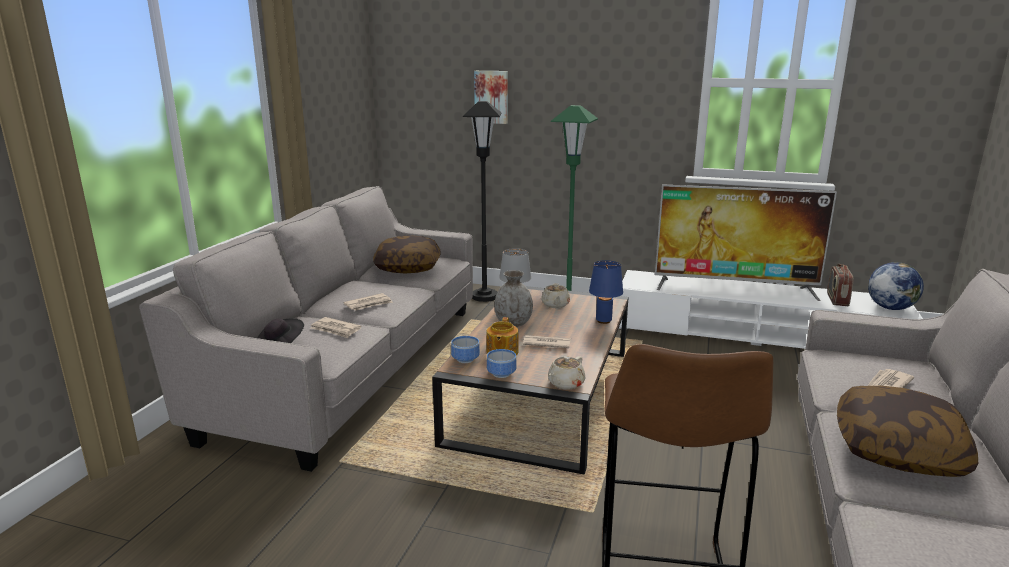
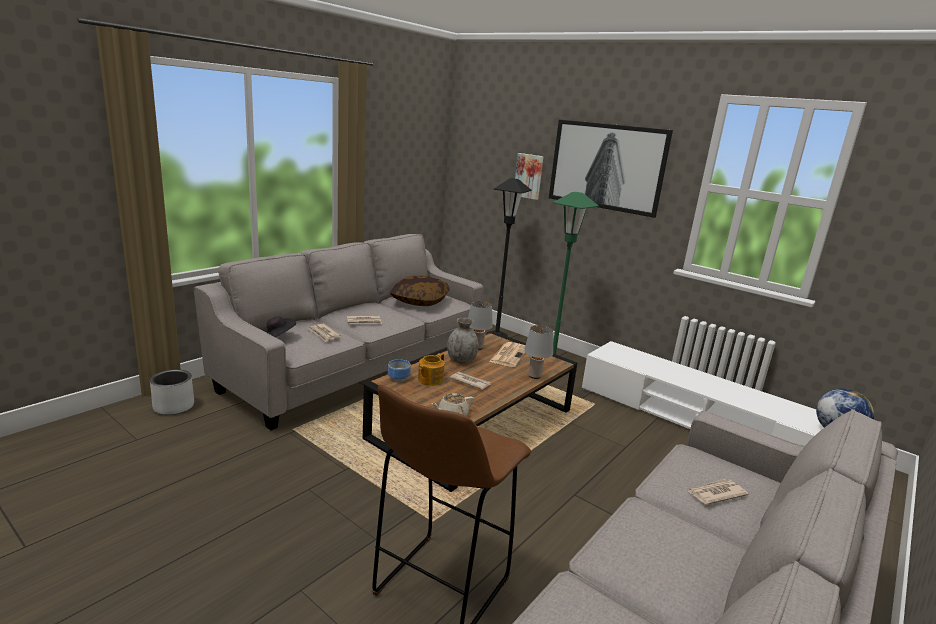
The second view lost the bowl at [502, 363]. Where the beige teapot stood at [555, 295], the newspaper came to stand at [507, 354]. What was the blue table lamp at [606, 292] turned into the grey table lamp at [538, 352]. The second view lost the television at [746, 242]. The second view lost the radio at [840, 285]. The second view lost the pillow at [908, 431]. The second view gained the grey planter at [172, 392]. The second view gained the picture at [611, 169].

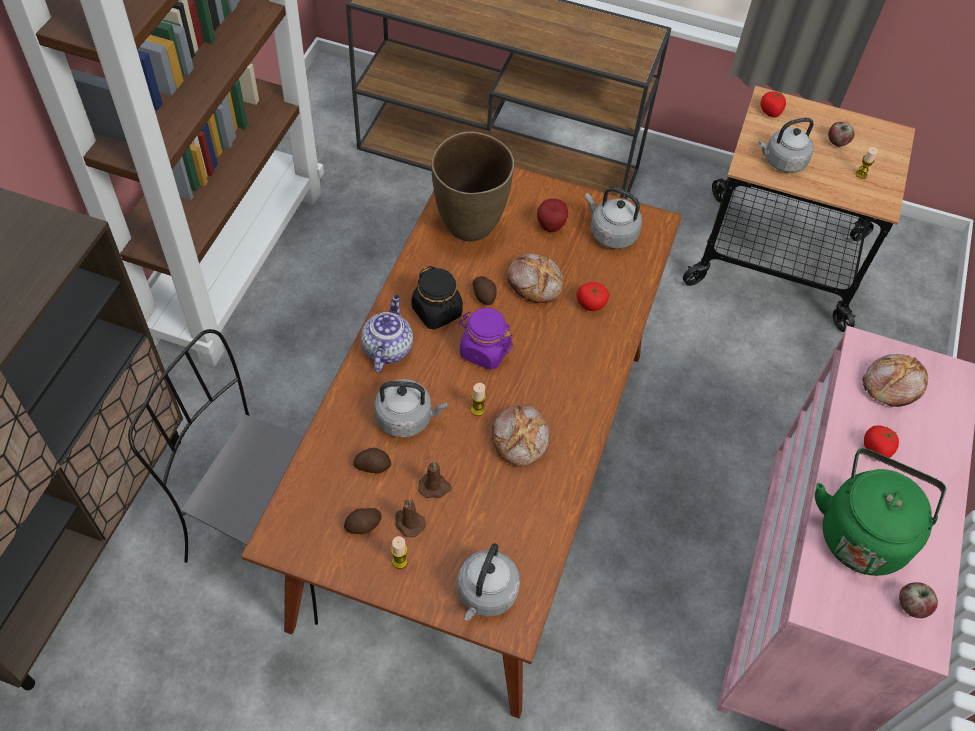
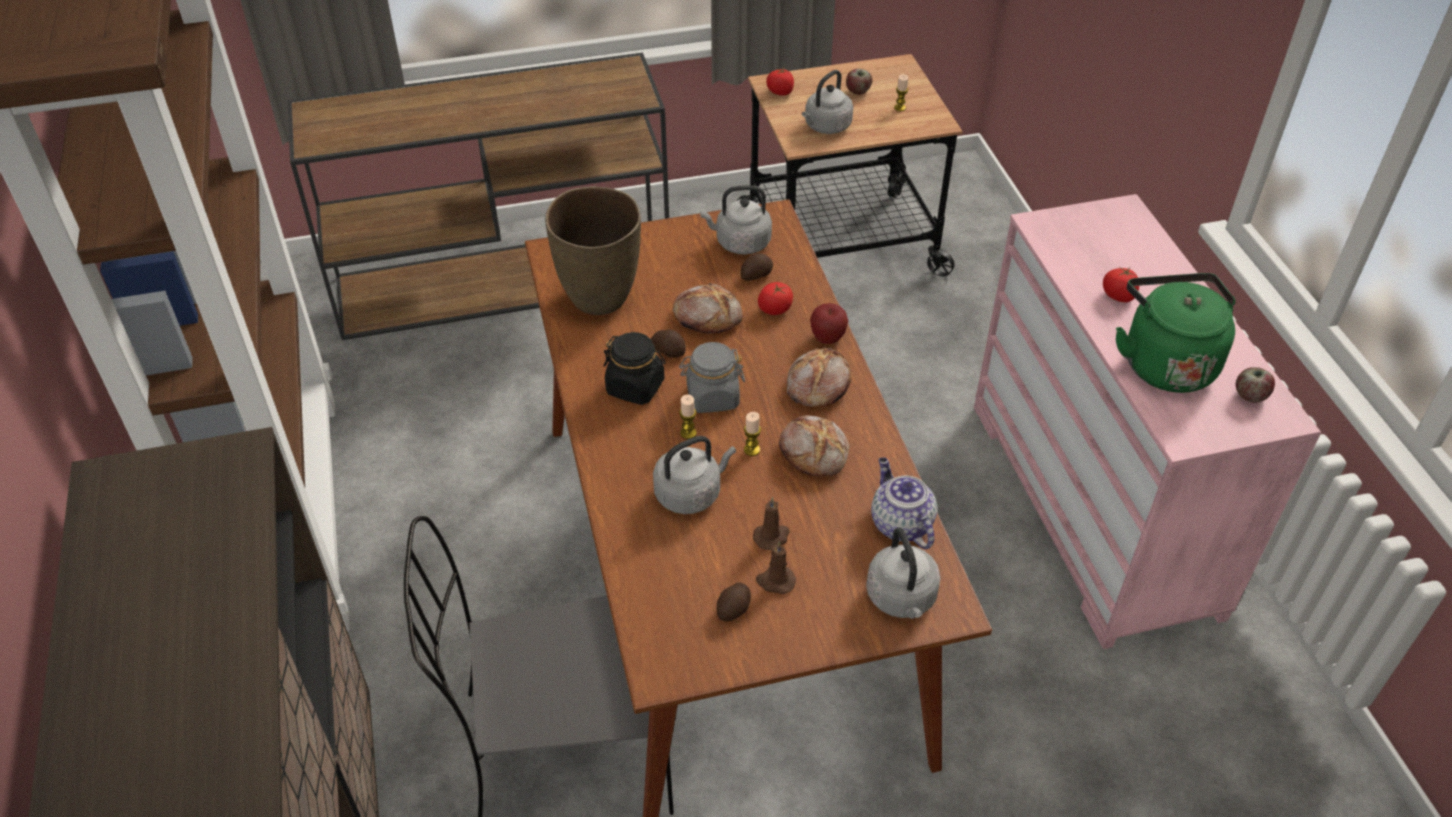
The potato ended up elsewhere, having gone from [372, 460] to [756, 267]. The teapot ended up elsewhere, having gone from [387, 334] to [904, 503]. The candle ended up elsewhere, having gone from [399, 552] to [688, 416]. What was the purple jar at [486, 339] turned into the grey jar at [712, 377]. The apple ended up elsewhere, having gone from [552, 215] to [829, 323]. The bread ended up elsewhere, having gone from [895, 380] to [819, 377].

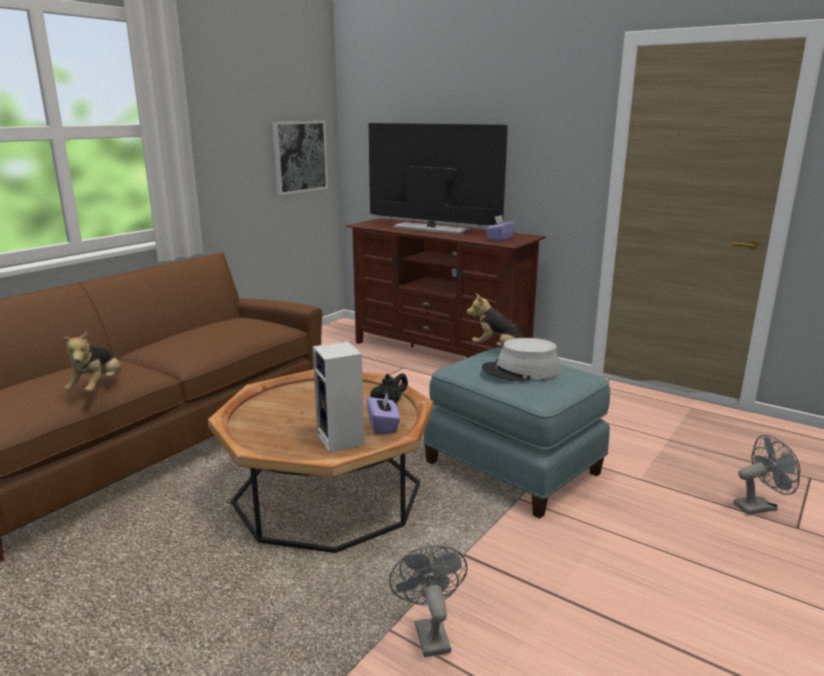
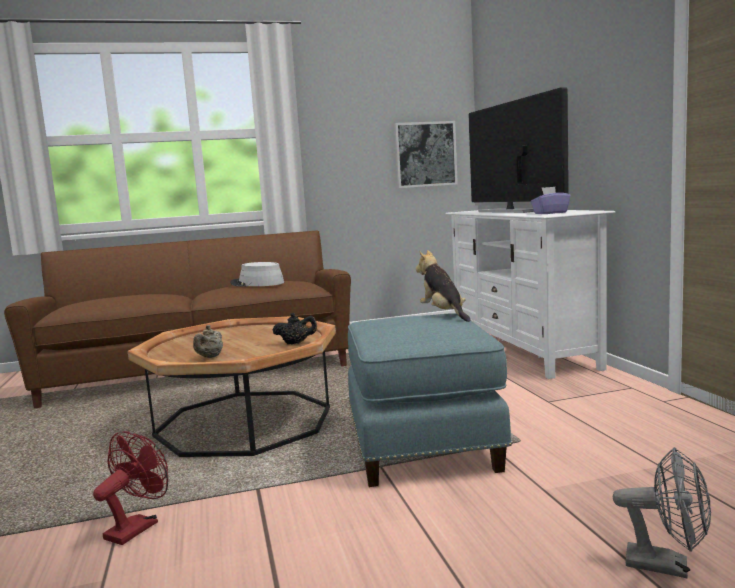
The second view lost the plush toy at [91, 362]. Where the speaker stood at [338, 397], the beige teapot came to stand at [208, 341]. What was the brown tv stand at [446, 288] turned into the white tv stand at [530, 294]. The second view lost the purple tissue box at [383, 413]. What was the grey fan at [428, 601] turned into the red fan at [130, 488]. The grey hat ended up elsewhere, having gone from [521, 359] to [257, 274].

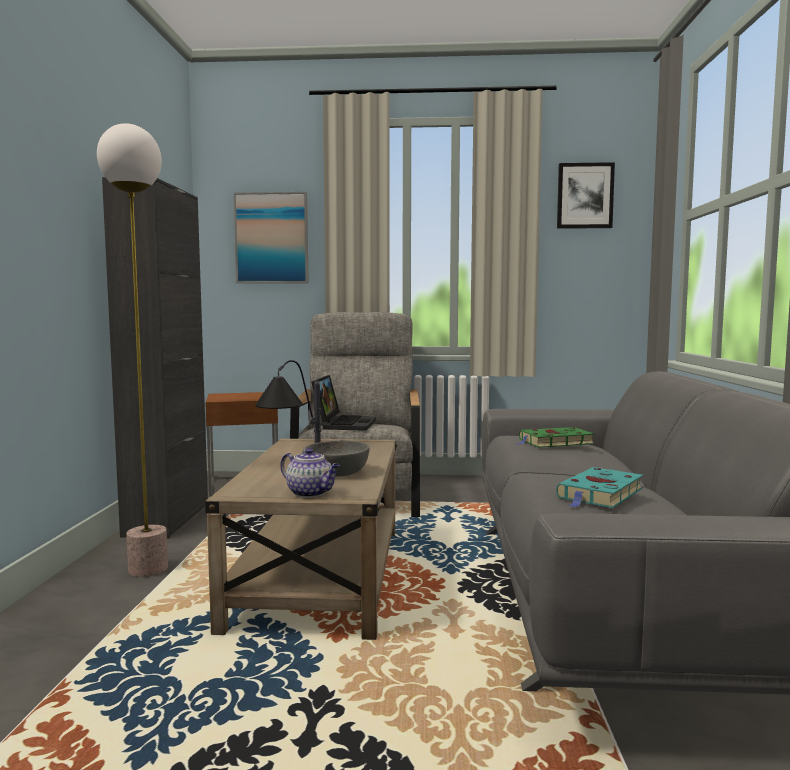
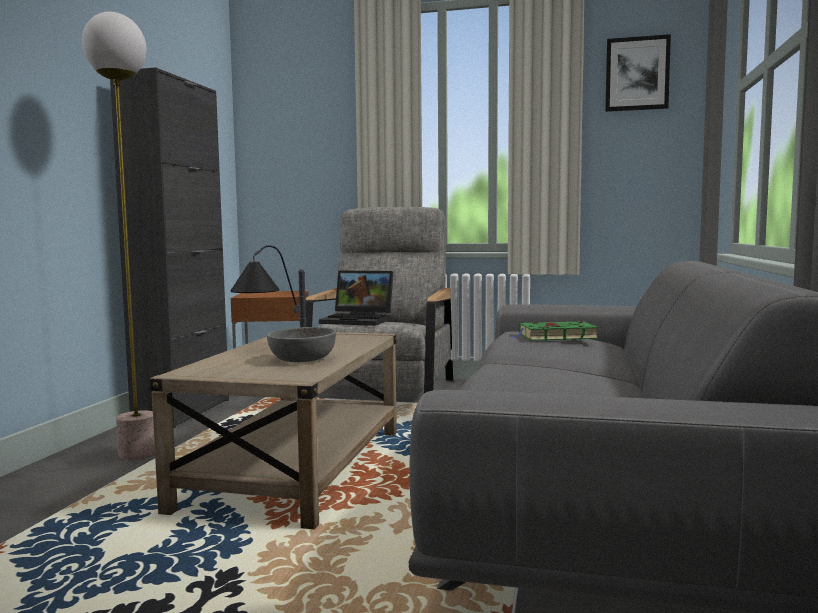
The second view lost the picture at [271, 237]. The second view lost the teapot at [310, 473]. The laptop at [343, 403] ended up facing another way, 90 degrees clockwise from before. The second view lost the turquoise book at [599, 487].

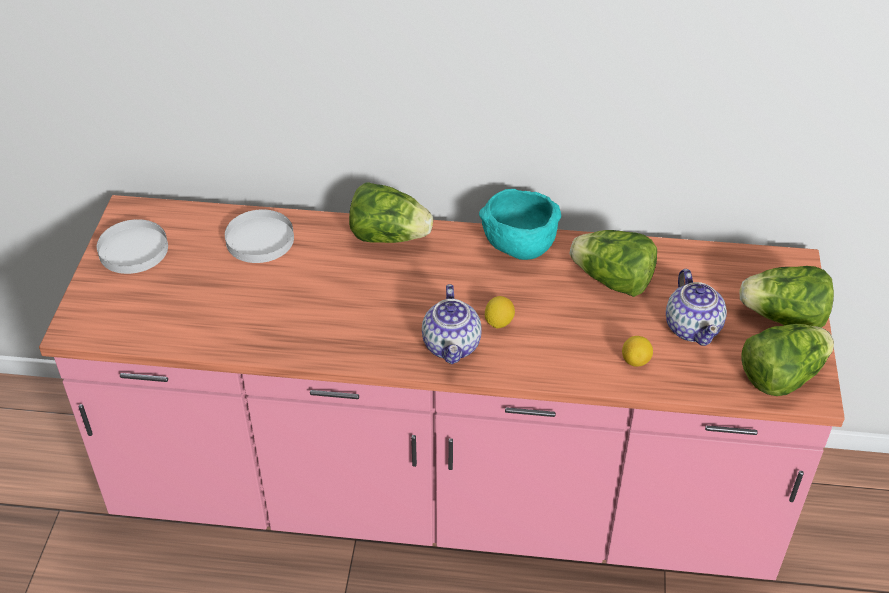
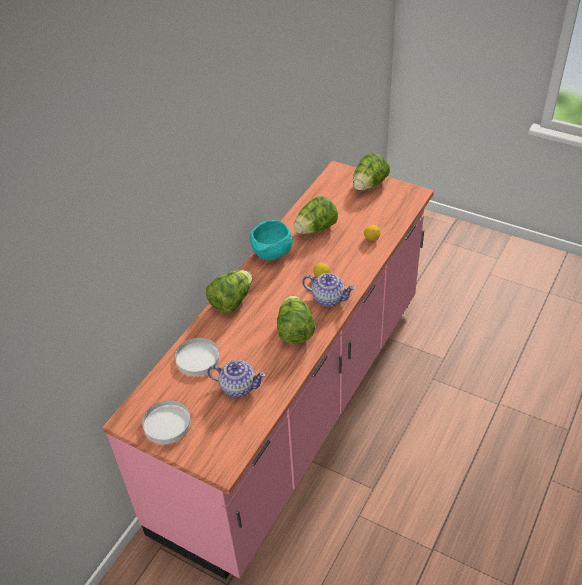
The teapot ended up elsewhere, having gone from [696, 307] to [236, 378]. The lettuce ended up elsewhere, having gone from [787, 360] to [296, 320].

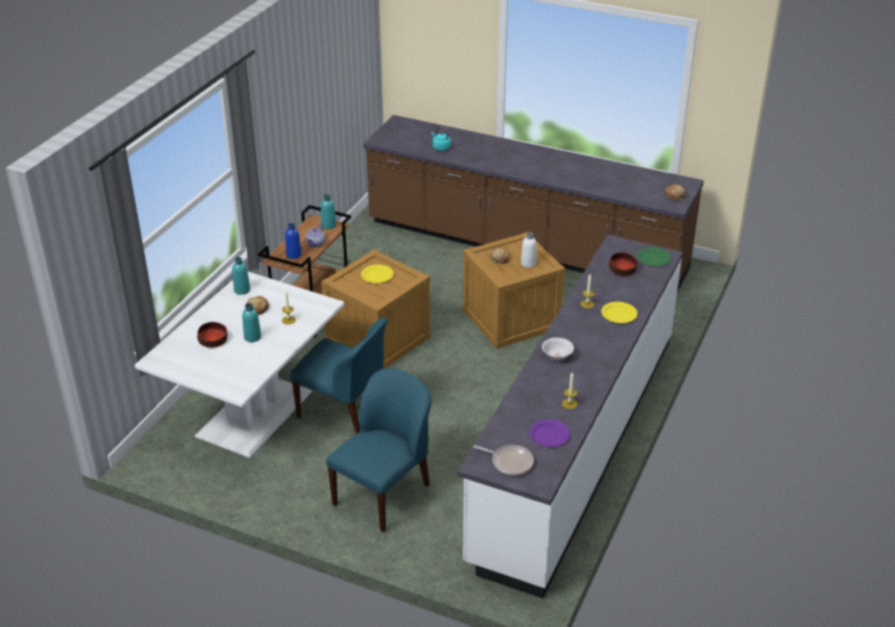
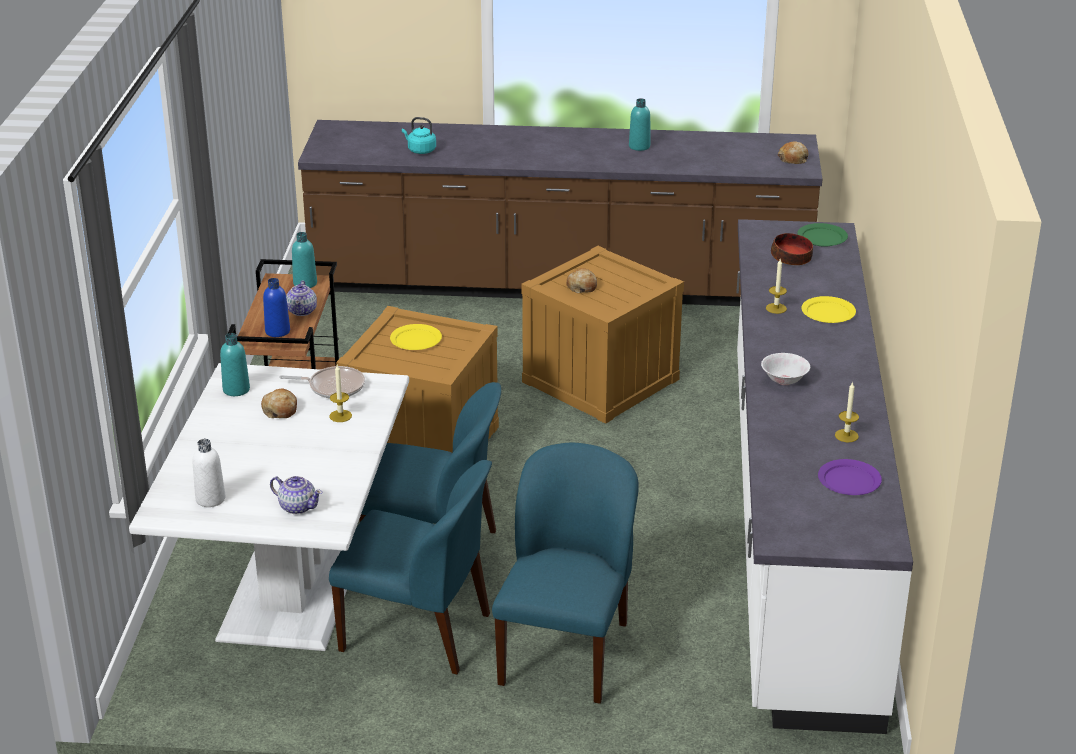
The second view lost the bowl at [212, 335]. The turquoise bottle ended up elsewhere, having gone from [251, 322] to [639, 124]. The frying pan ended up elsewhere, having gone from [503, 460] to [322, 382]. The white bottle ended up elsewhere, having gone from [528, 250] to [209, 473]. The second view gained the teapot at [296, 495]. The second view gained the blue chair at [410, 567].

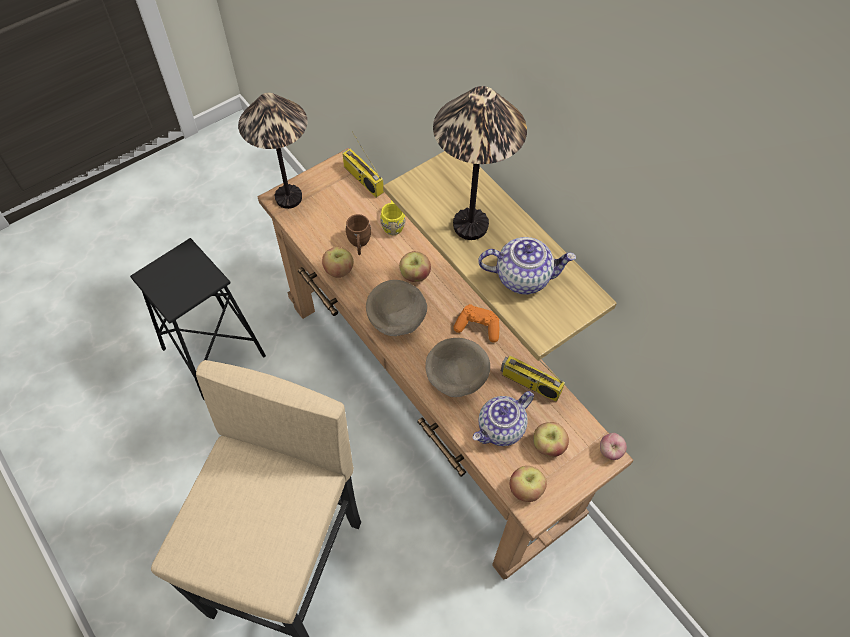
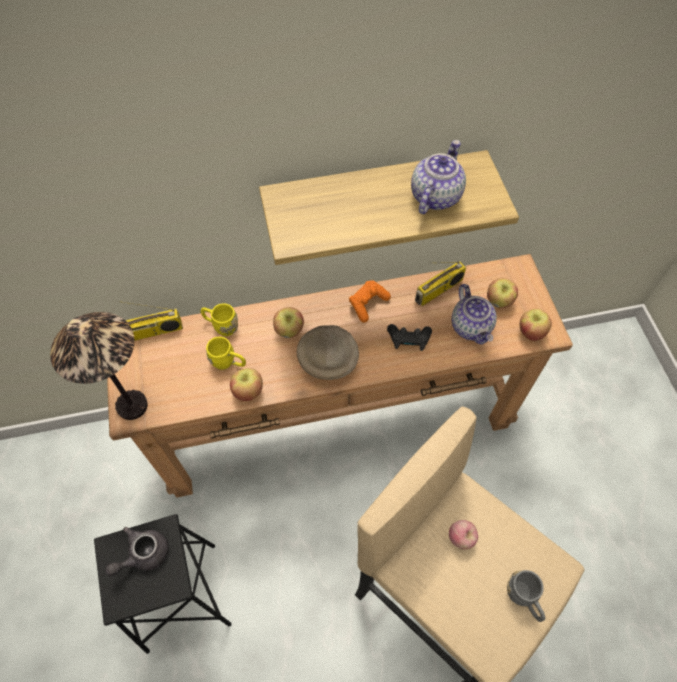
What was the brown mug at [358, 234] turned into the yellow mug at [226, 353]. Where the beige bowl stood at [457, 367], the black game controller came to stand at [409, 337]. The second view lost the table lamp at [480, 163]. The apple ended up elsewhere, having gone from [613, 446] to [463, 535]. The second view gained the grey teapot at [137, 551]. The second view gained the grey mug at [526, 596].

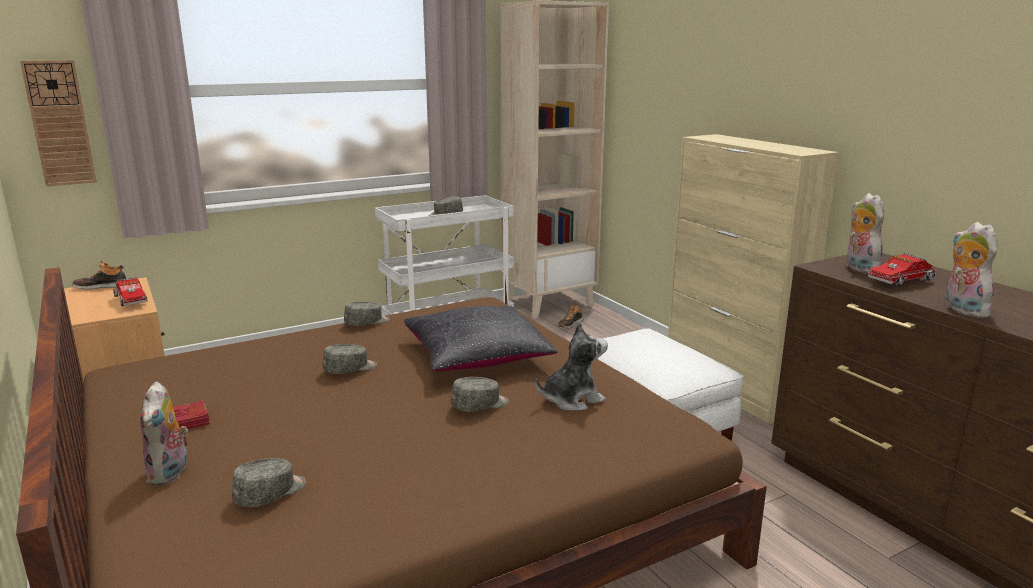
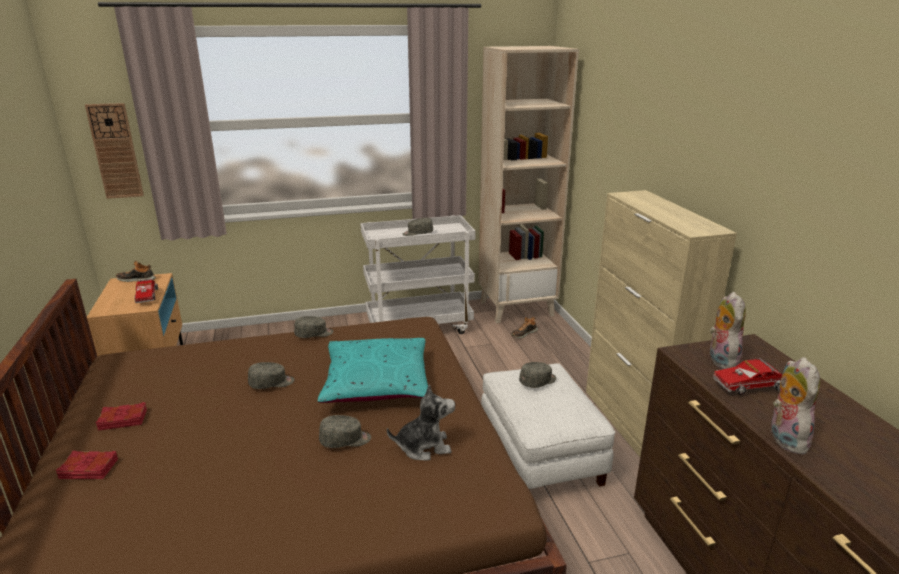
Where the plush toy stood at [164, 433], the red book came to stand at [87, 465]. The grey cap ended up elsewhere, having gone from [269, 482] to [537, 375]. What was the black pillow at [481, 338] turned into the turquoise pillow at [373, 370].

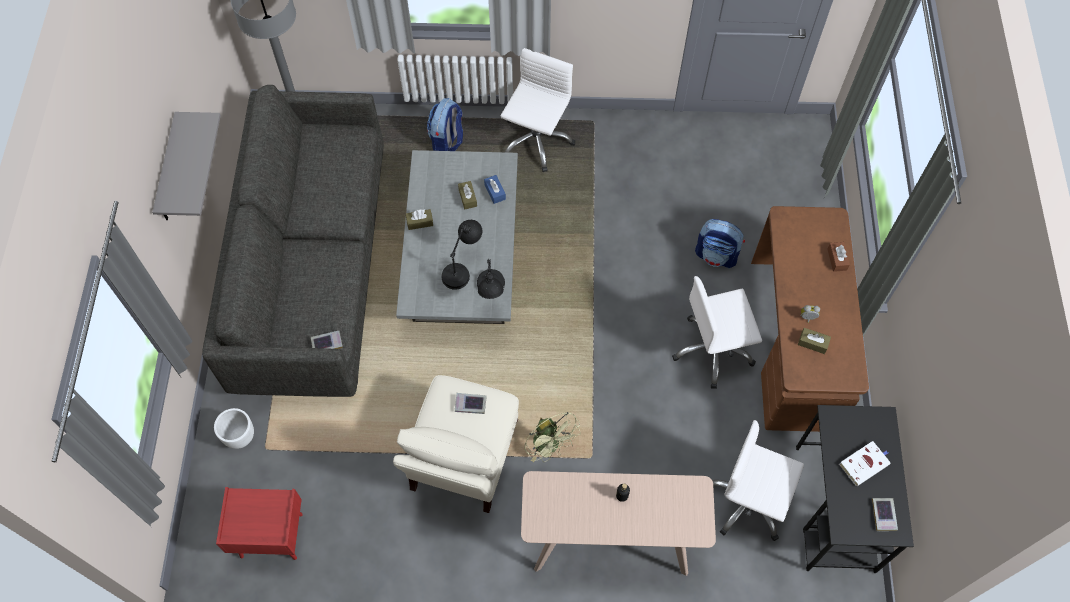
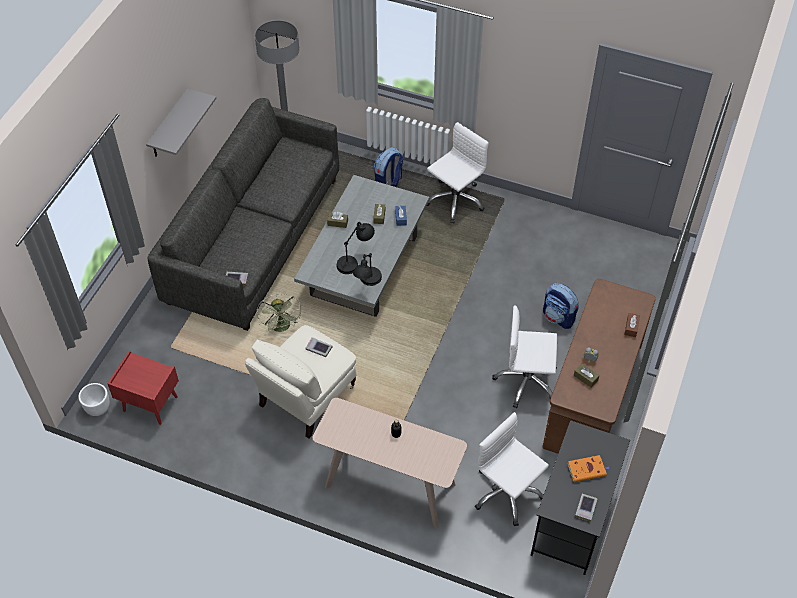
The white planter ended up elsewhere, having gone from [234, 428] to [94, 399]. The green fan ended up elsewhere, having gone from [553, 437] to [278, 313]. What was the white book at [864, 463] turned into the orange book at [589, 468].

